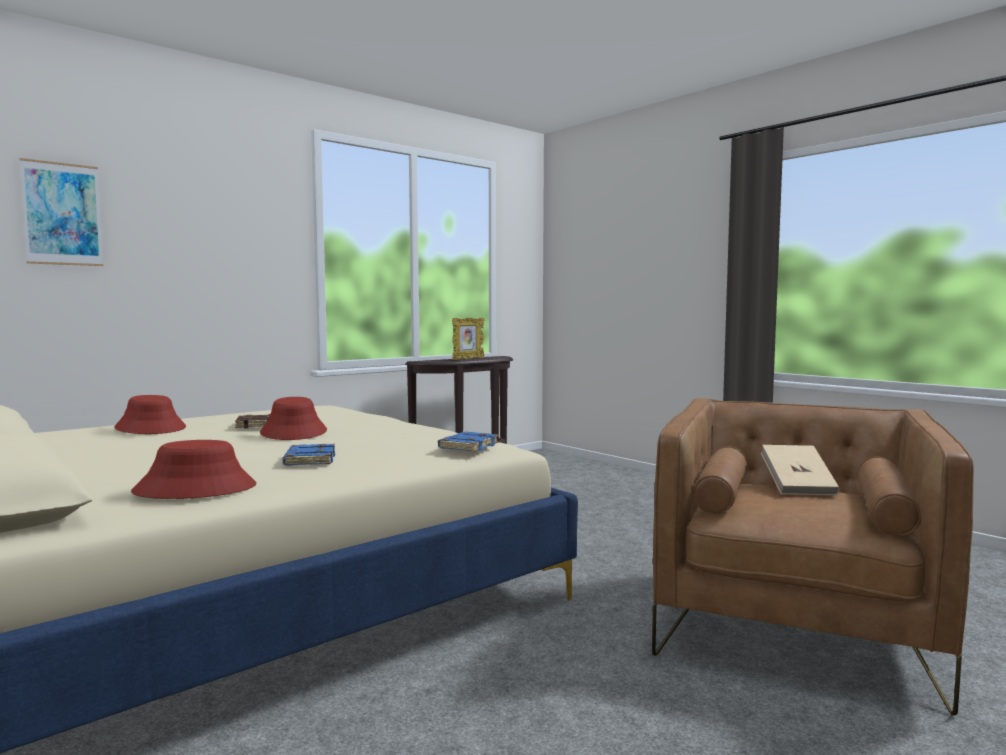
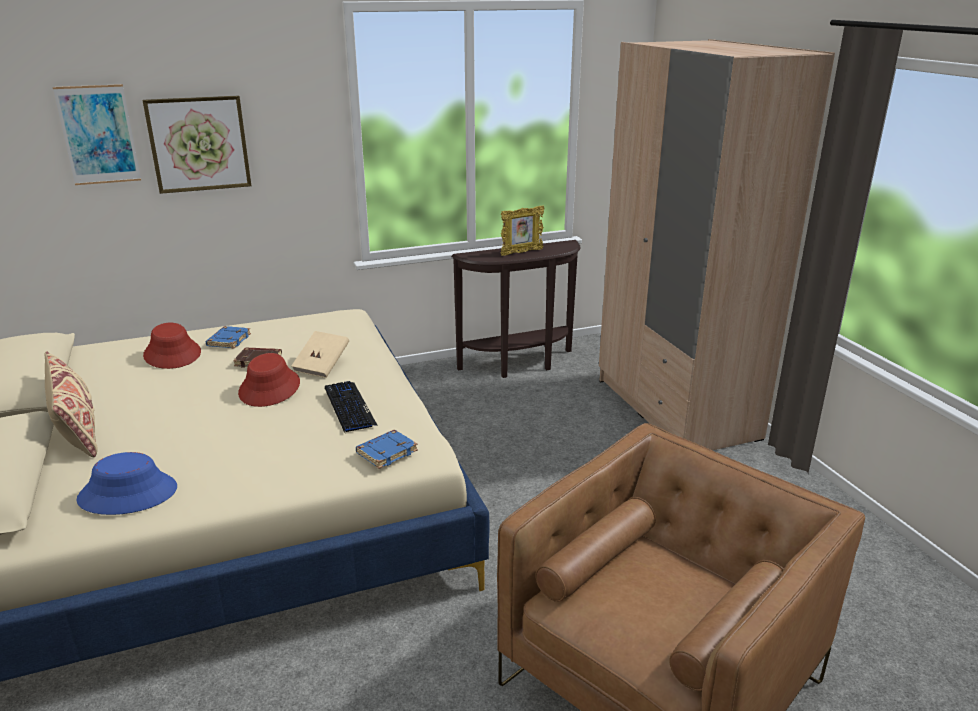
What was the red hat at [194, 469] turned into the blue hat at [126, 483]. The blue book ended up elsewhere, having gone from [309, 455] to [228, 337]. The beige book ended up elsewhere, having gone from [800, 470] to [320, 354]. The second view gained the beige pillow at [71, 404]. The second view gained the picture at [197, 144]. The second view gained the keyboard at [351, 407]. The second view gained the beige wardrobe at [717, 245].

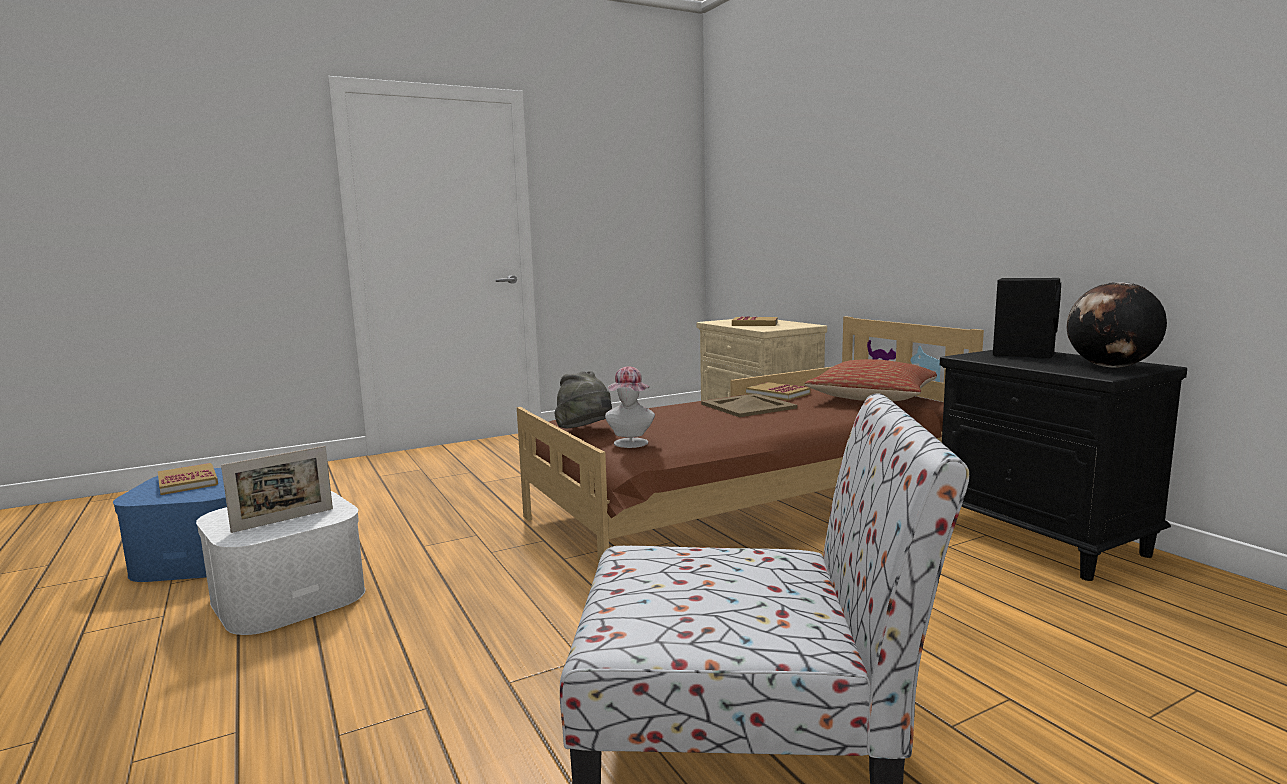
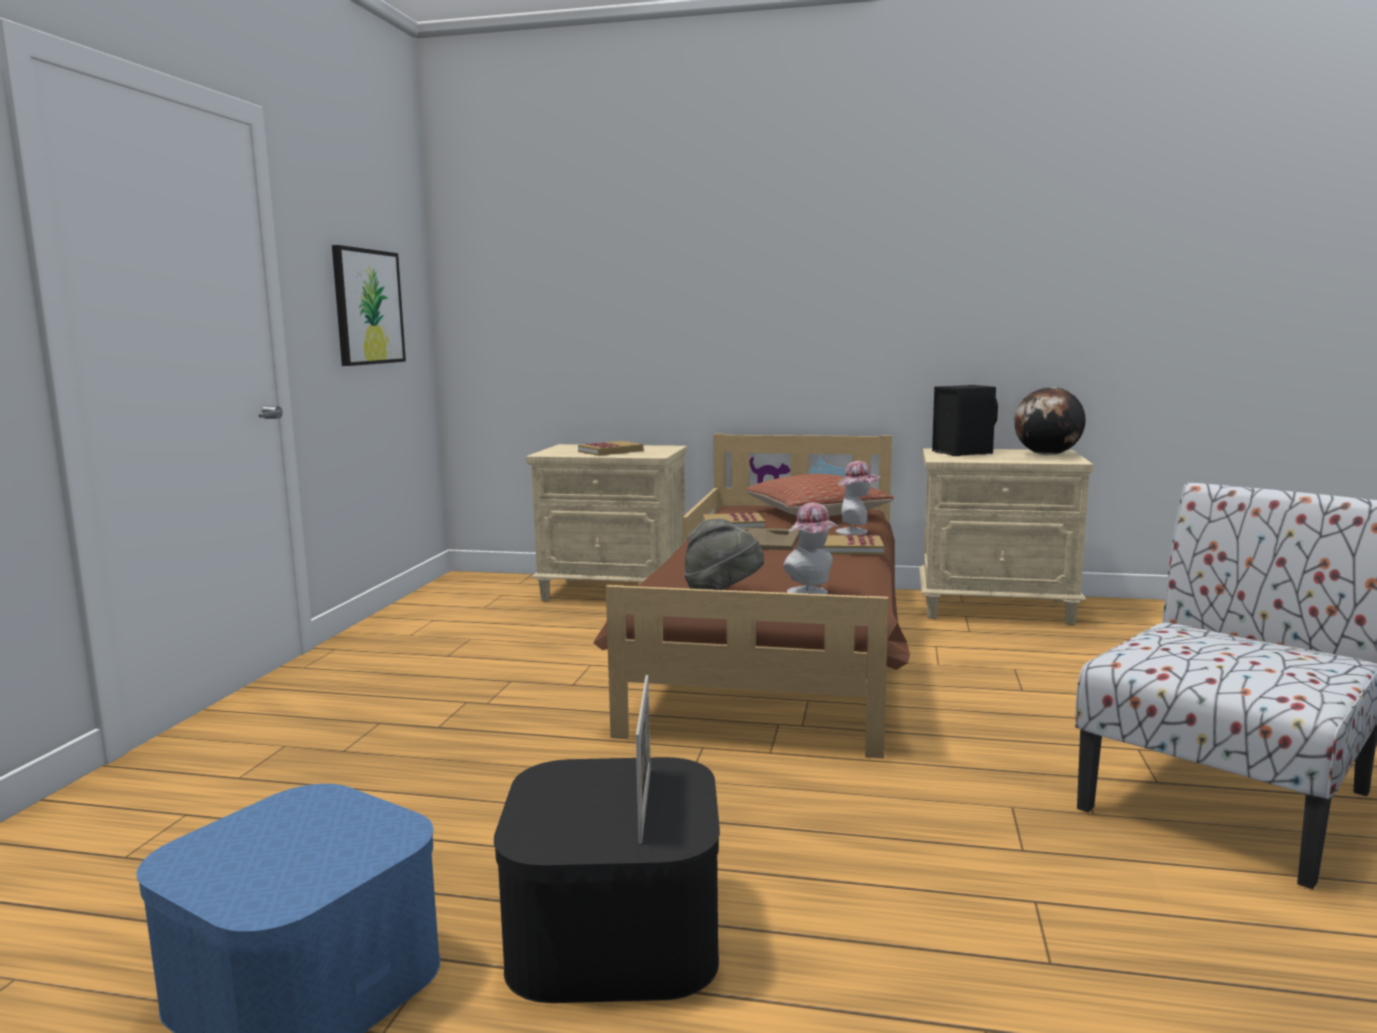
The book ended up elsewhere, having gone from [188, 479] to [853, 545]. What was the white storage box at [280, 563] turned into the black storage box at [607, 880]. What was the black nightstand at [1063, 465] turned into the beige nightstand at [1006, 536]. The second view gained the picture at [369, 305]. The second view gained the hat at [858, 498].

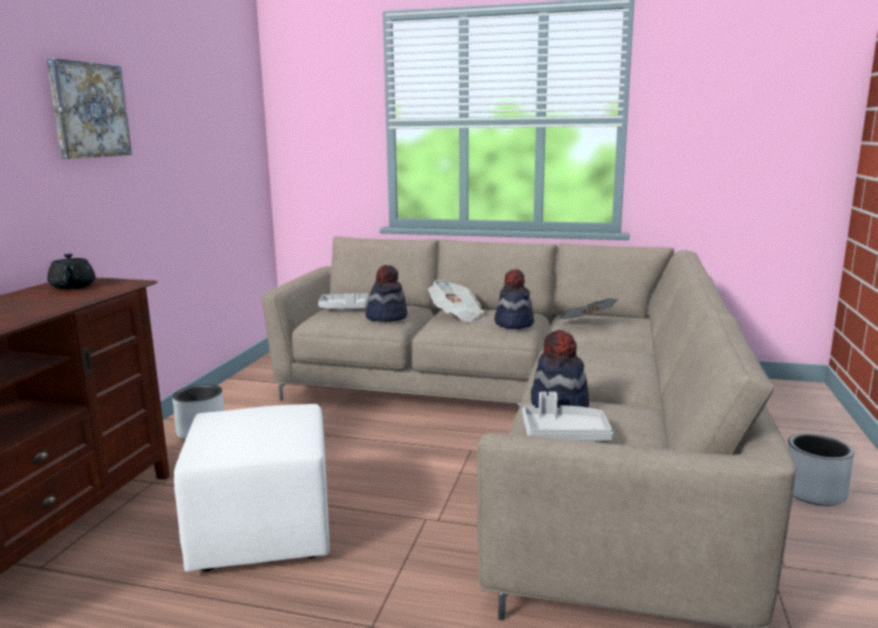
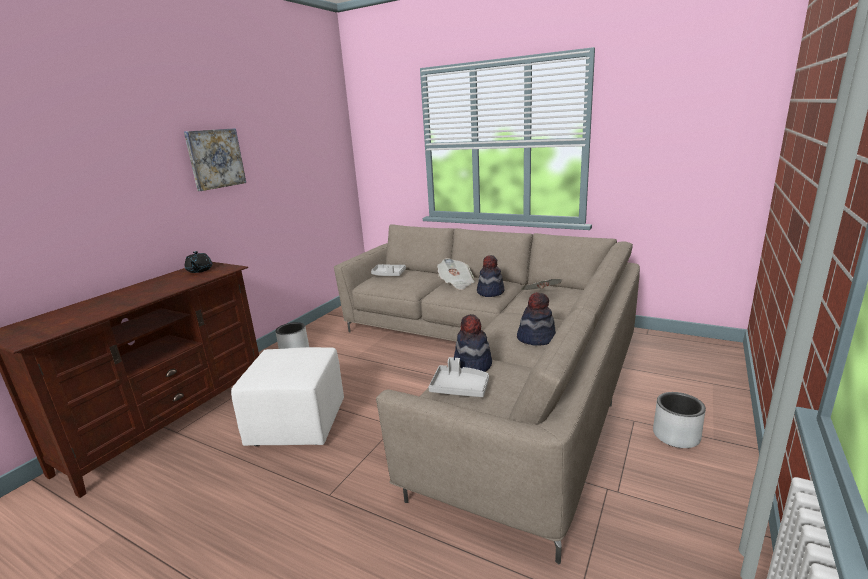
The hat ended up elsewhere, having gone from [386, 293] to [536, 319].

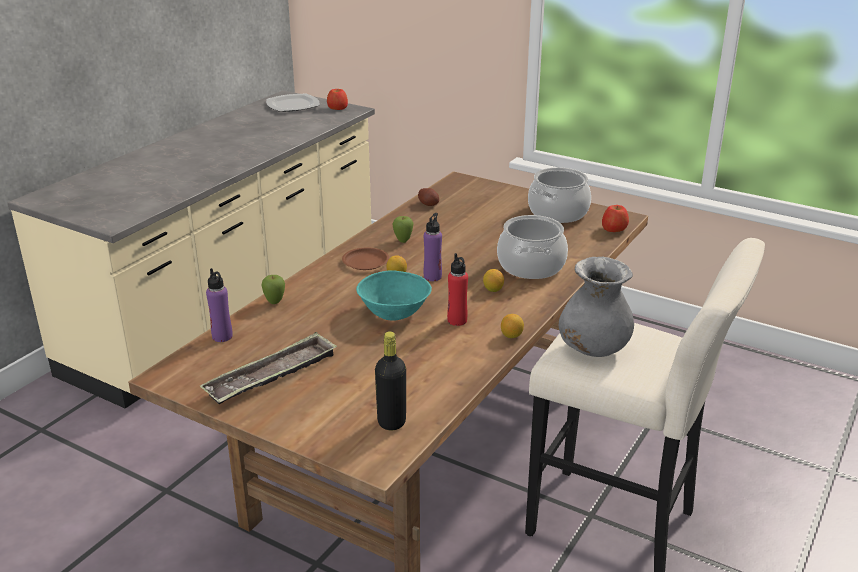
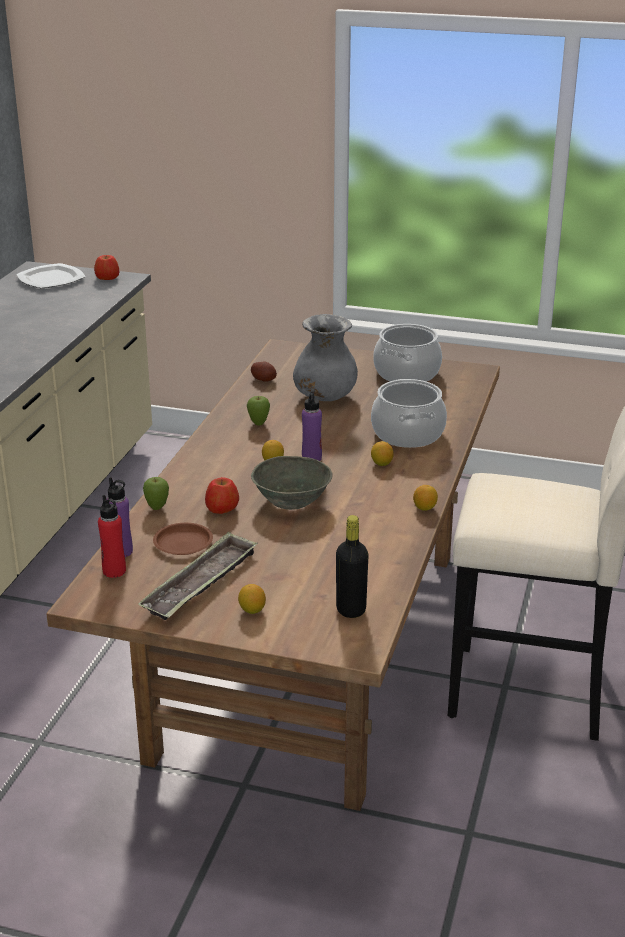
The brown plate ended up elsewhere, having gone from [365, 258] to [183, 539]. What was the turquoise bowl at [394, 295] turned into the grey bowl at [292, 483]. The red bottle ended up elsewhere, having gone from [457, 289] to [112, 536]. The grey vase ended up elsewhere, having gone from [596, 307] to [325, 357]. The apple ended up elsewhere, having gone from [615, 218] to [222, 495]. The second view gained the lemon at [252, 599].

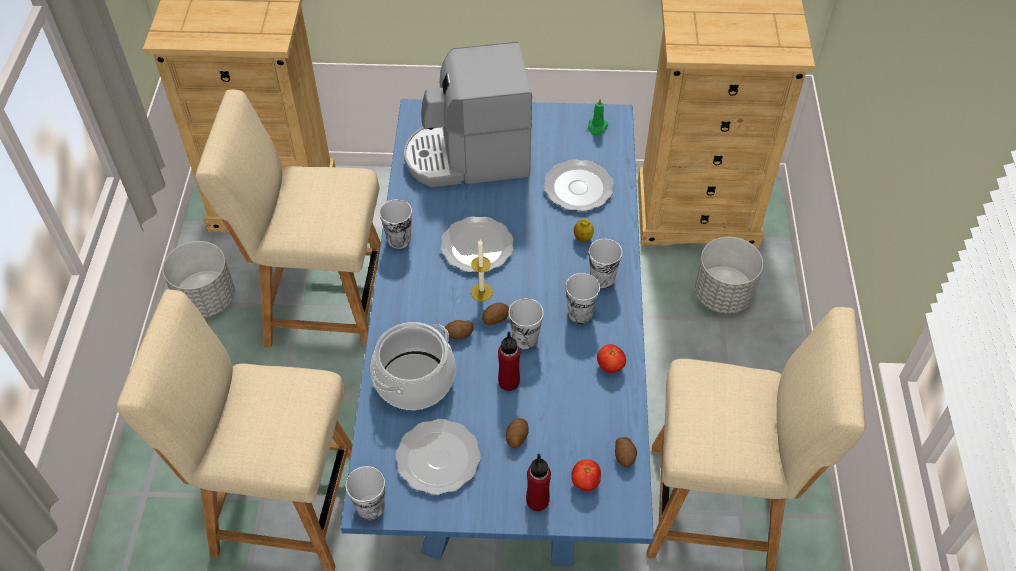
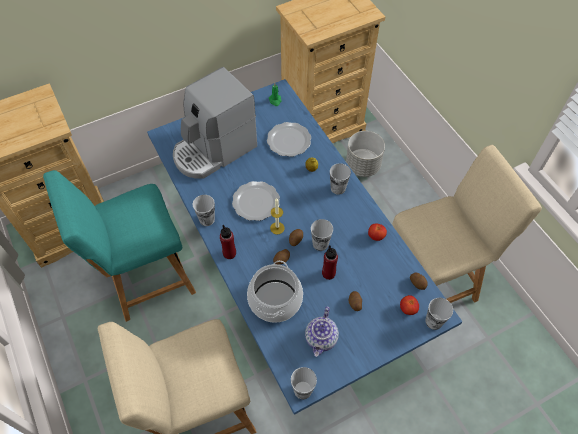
The second view lost the grey planter at [198, 279]. What was the beige chair at [288, 220] turned into the turquoise chair at [119, 246]. Where the plate stood at [438, 457], the teapot came to stand at [322, 332]. The red bottle ended up elsewhere, having gone from [538, 482] to [228, 242]. The cup ended up elsewhere, having gone from [583, 298] to [439, 314].

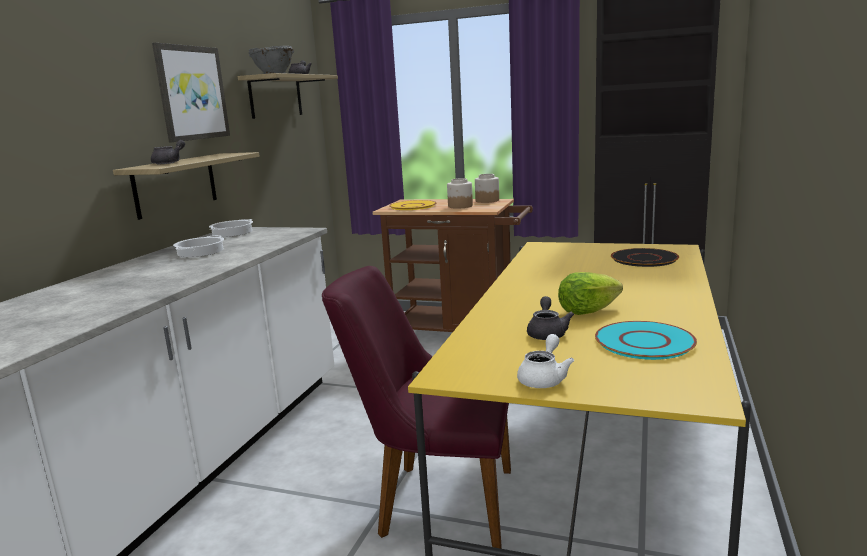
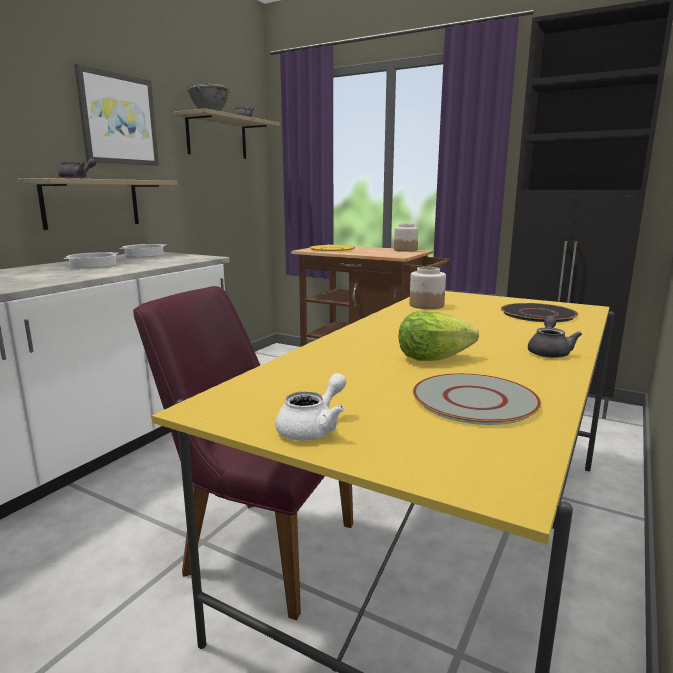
The jar ended up elsewhere, having gone from [460, 193] to [428, 288]. The grey teapot ended up elsewhere, having gone from [550, 318] to [555, 336]. What was the turquoise plate at [646, 340] turned into the grey plate at [477, 399].

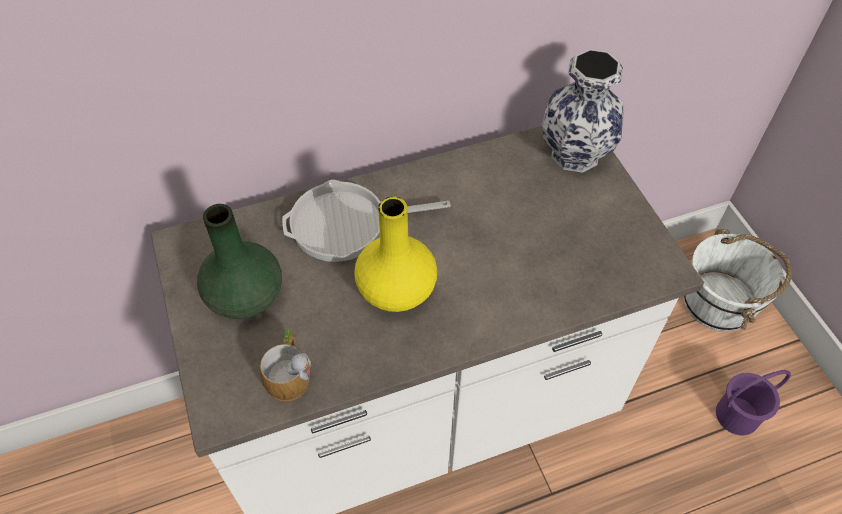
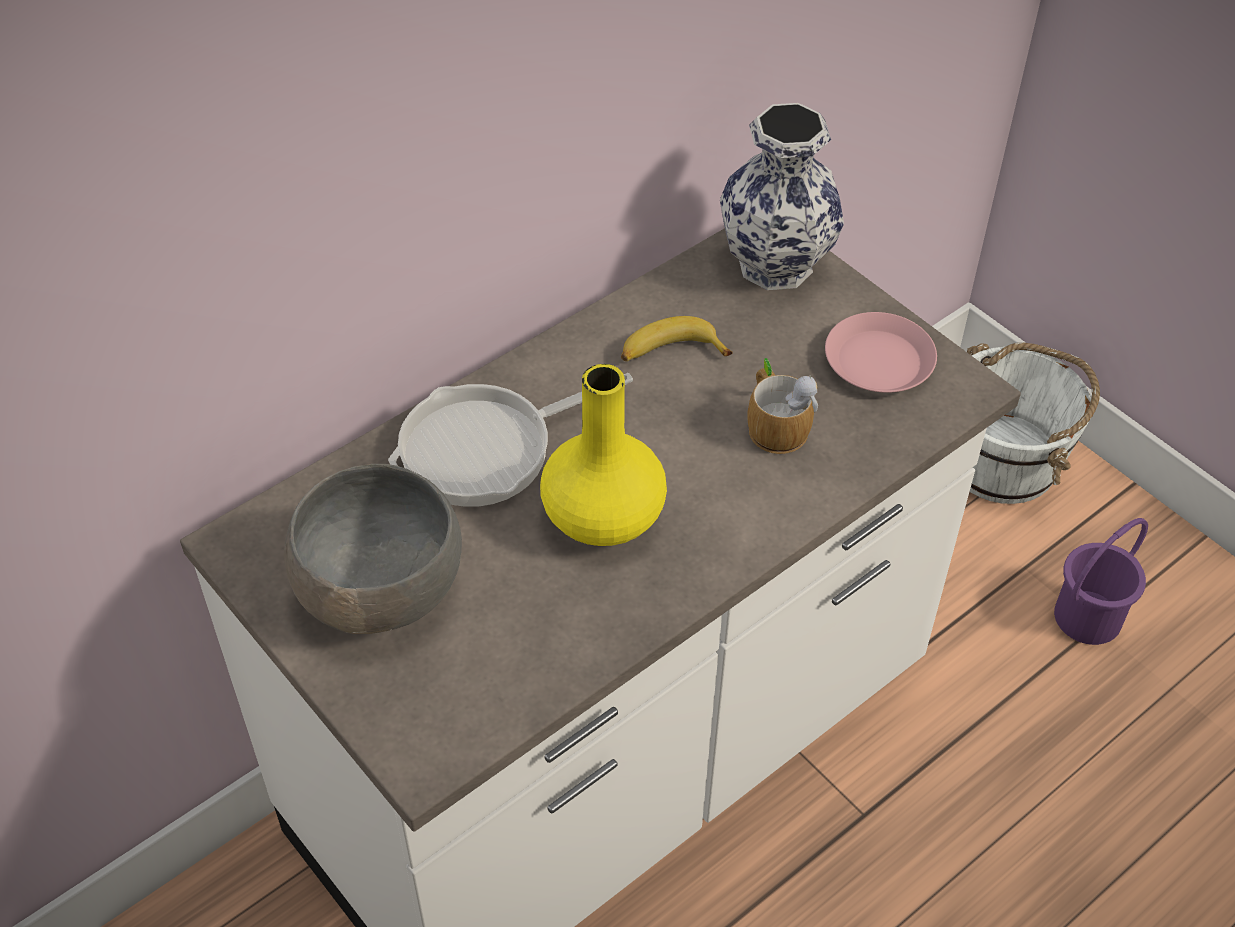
Where the green vase stood at [239, 261], the grey bowl came to stand at [373, 549]. The mug ended up elsewhere, having gone from [285, 365] to [782, 406]. The second view gained the banana at [676, 338]. The second view gained the pink plate at [881, 352].

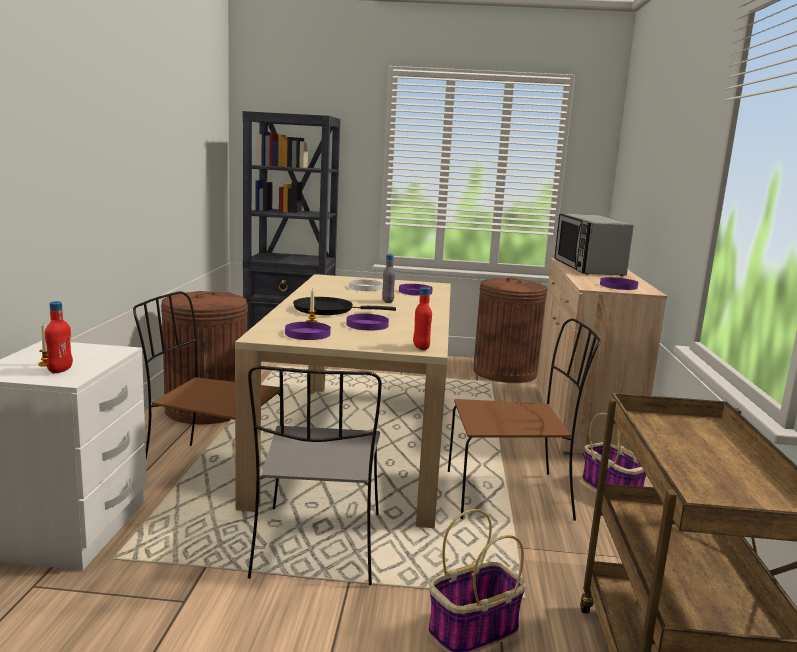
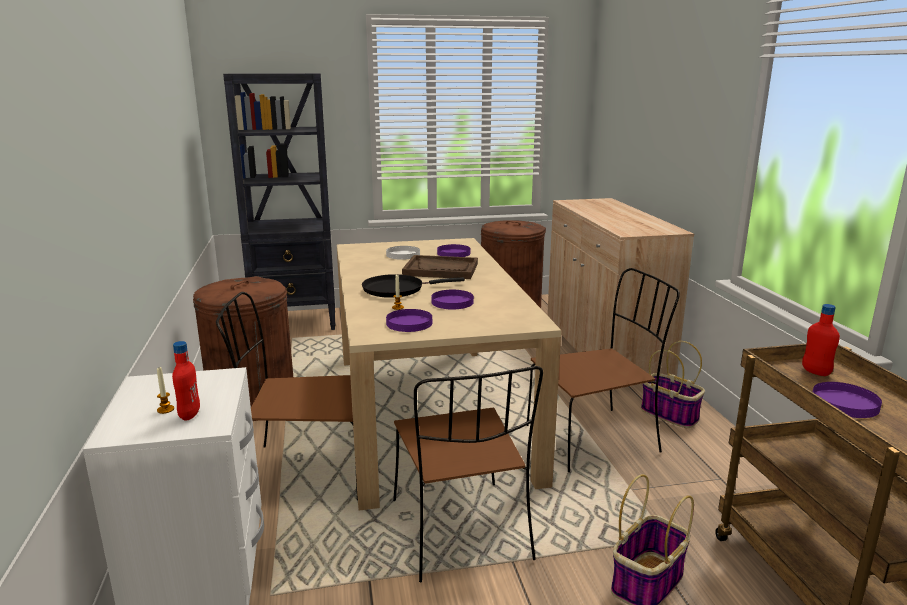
What was the grey chair at [315, 475] turned into the brown chair at [468, 474]. Where the grey bottle stood at [388, 278], the brown tray came to stand at [440, 267]. The red bottle ended up elsewhere, having gone from [422, 318] to [821, 340]. The second view lost the microwave at [594, 244]. The purple plate ended up elsewhere, having gone from [619, 283] to [847, 400].

